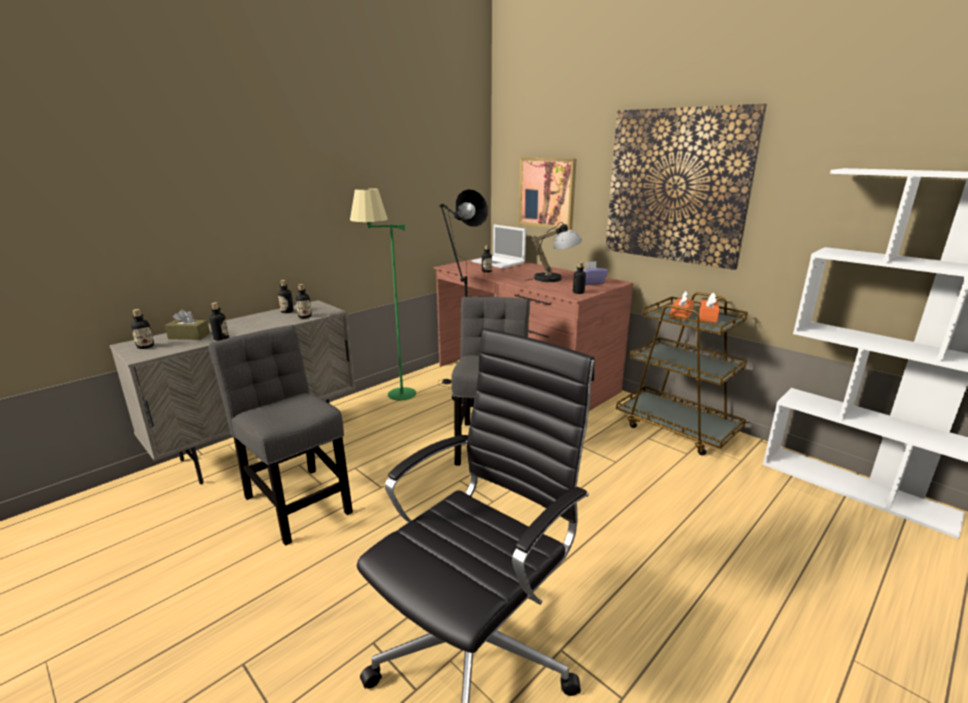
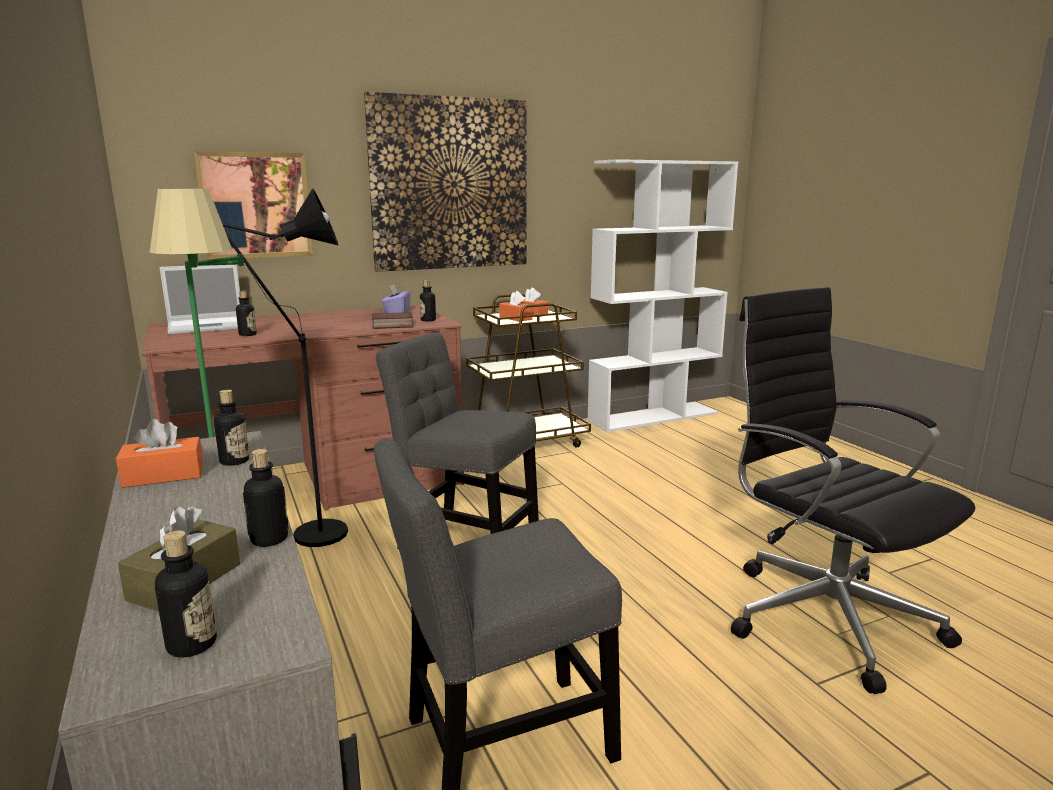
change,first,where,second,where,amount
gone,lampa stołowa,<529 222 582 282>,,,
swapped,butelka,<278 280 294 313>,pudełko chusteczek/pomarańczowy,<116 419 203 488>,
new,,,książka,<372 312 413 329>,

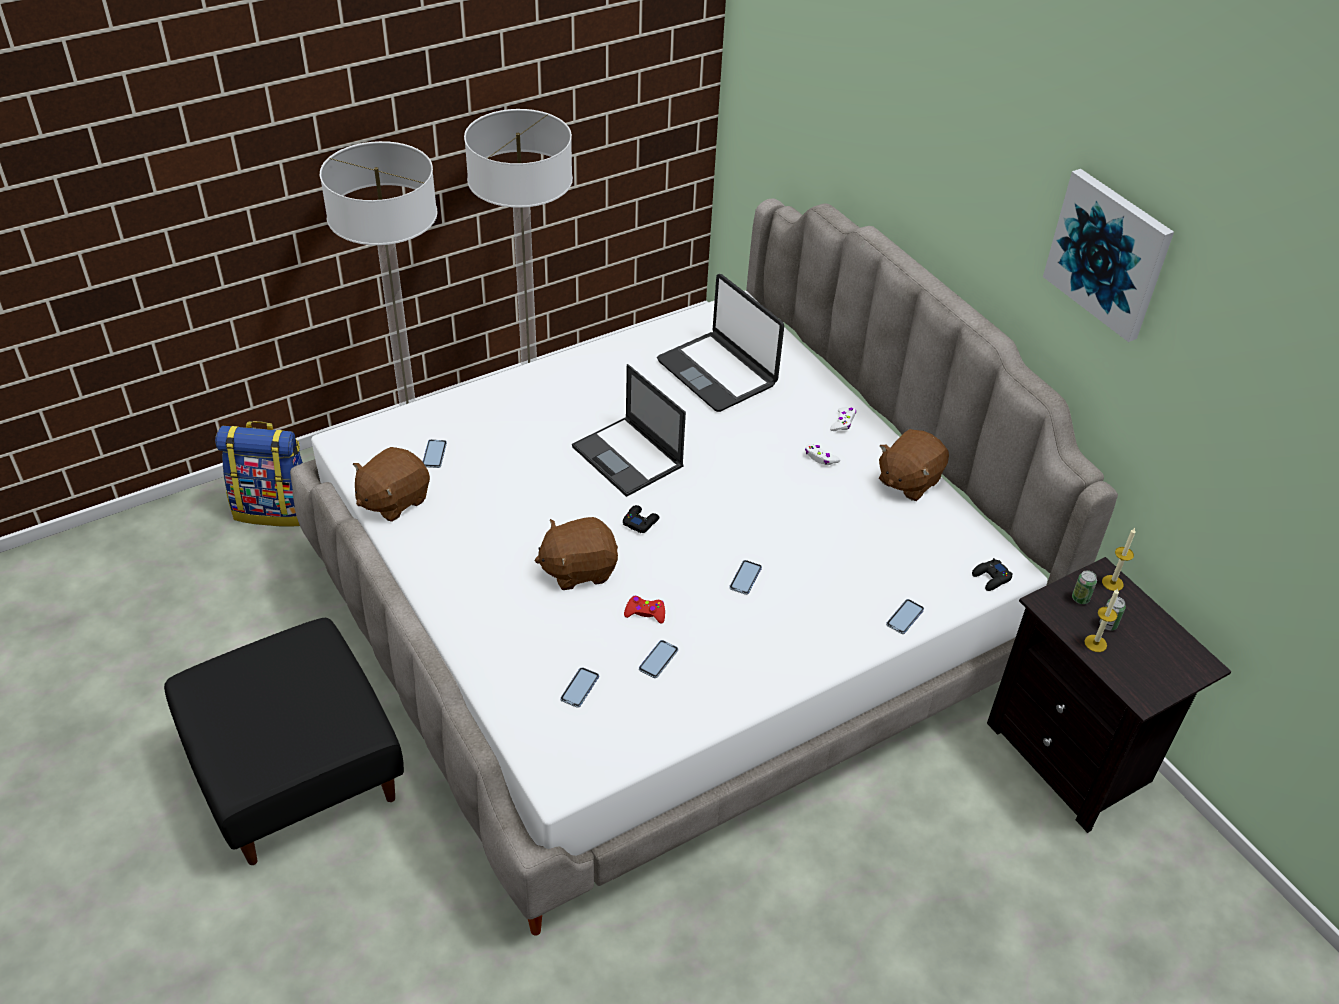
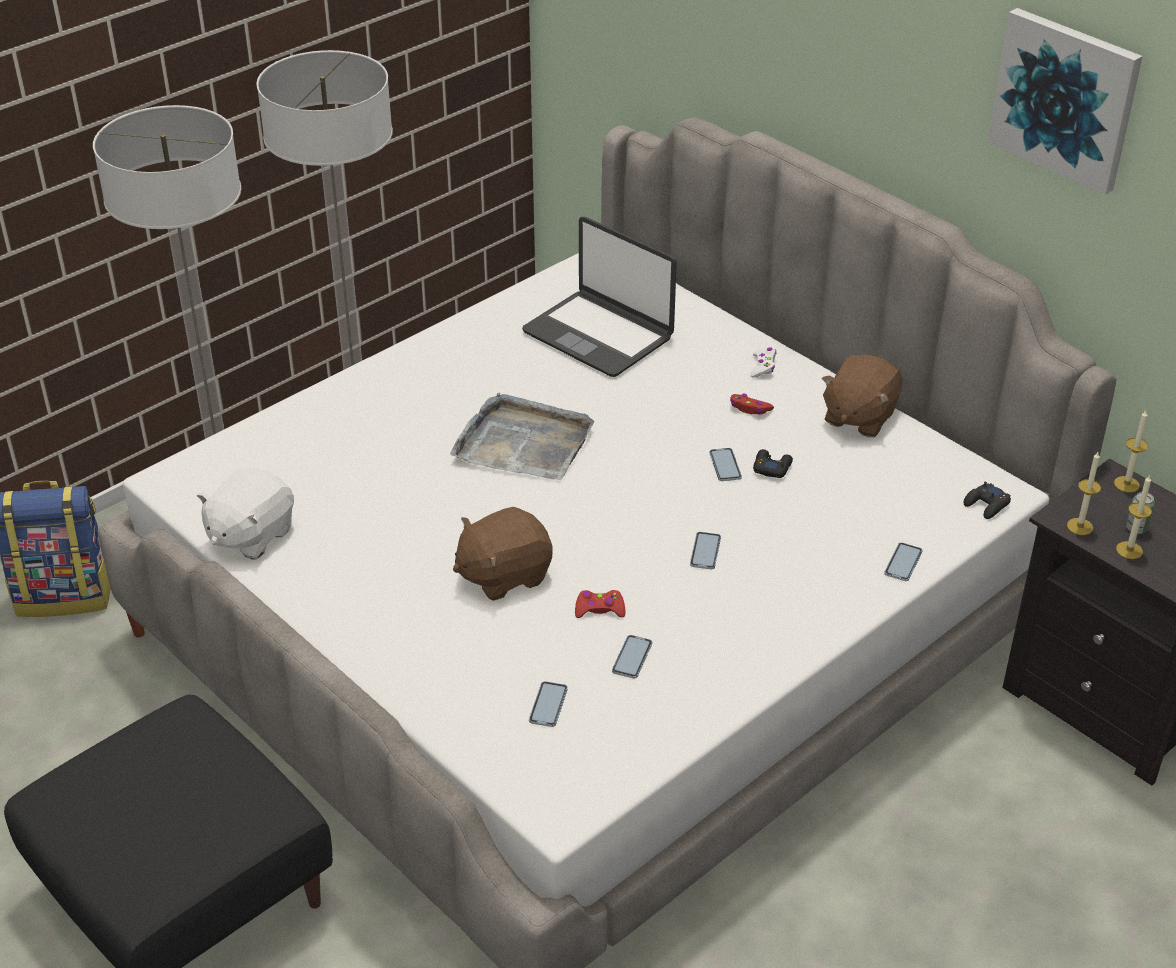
change,first,where,second,where,amount
swapped,laptop,<572 364 686 497>,taca/szary,<450 393 594 480>,
shifted,telefon,<423 439 447 468>,,<709 448 742 481>,
repainted,pad do gier/biały,<805 444 840 465>,pad do gier/czerwony,<730 393 774 415>,
repainted,pluszak/brązowy,<353 447 430 522>,pluszak/biały,<197 468 294 559>,
shifted,pad do gier/czarny,<623 505 659 533>,,<753 449 793 478>,
gone,puszka,<1072 570 1097 604>,,,
new,,,świeca,<1067 452 1101 535>,

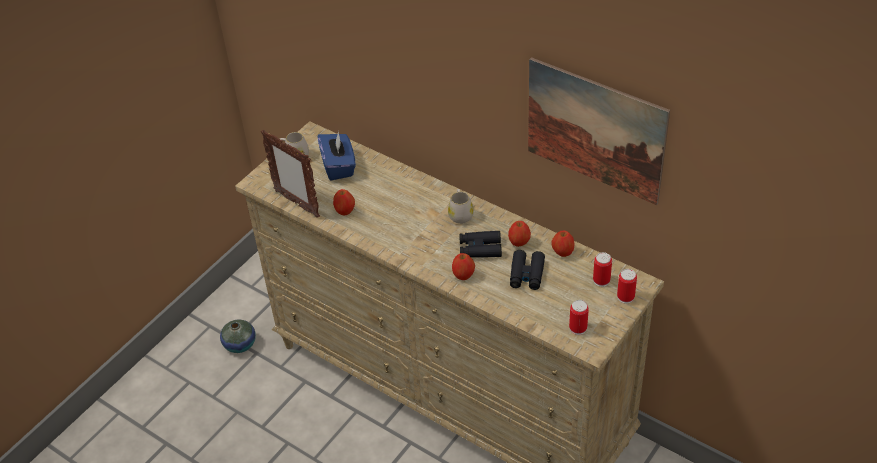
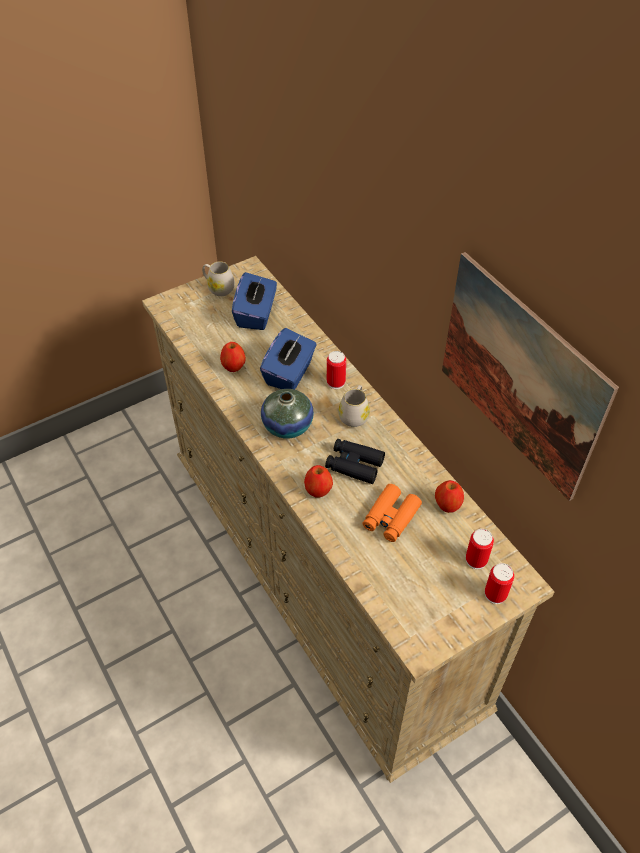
change,first,where,second,where,amount
gone,ramka na zdjęcie,<261 130 320 218>,,,
gone,jabłko,<508 221 531 247>,,,
repainted,lornetka/czarny,<510 250 545 290>,lornetka/pomarańczowy,<363 484 422 542>,
shifted,puszka,<569 300 589 335>,,<327 351 346 389>,
shifted,wazon,<220 320 256 353>,,<261 389 314 439>,
new,,,pudełko chusteczek/niebieski,<260 328 317 390>,

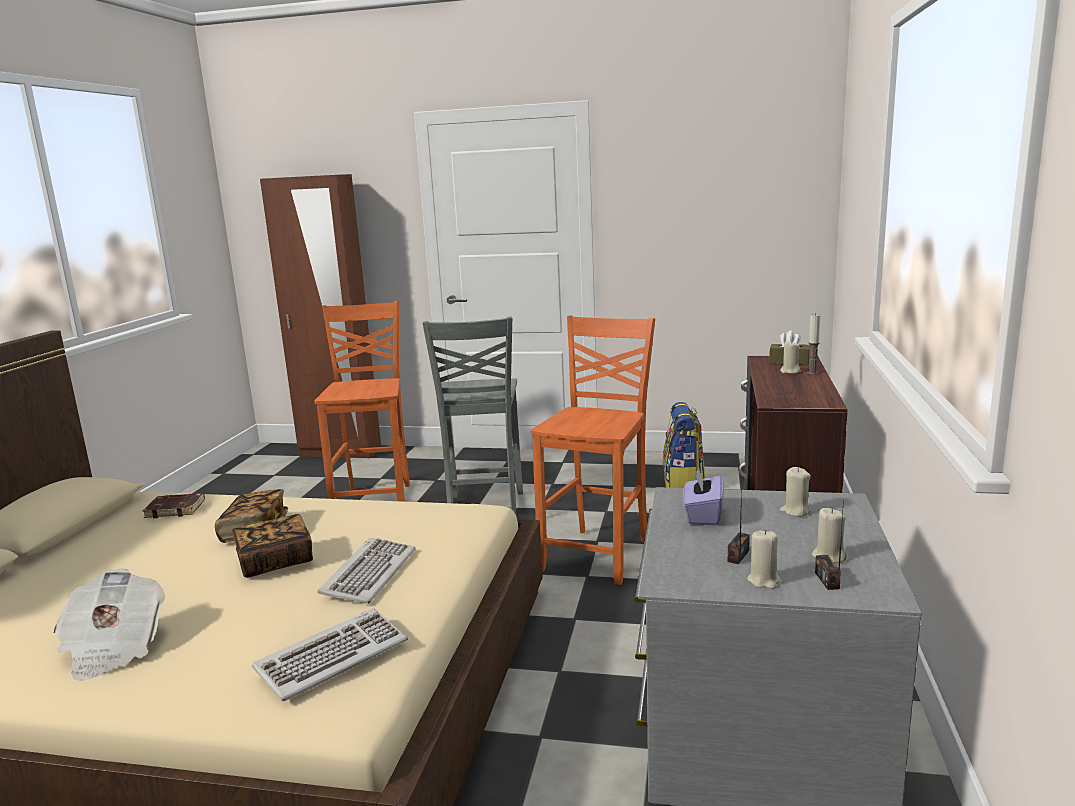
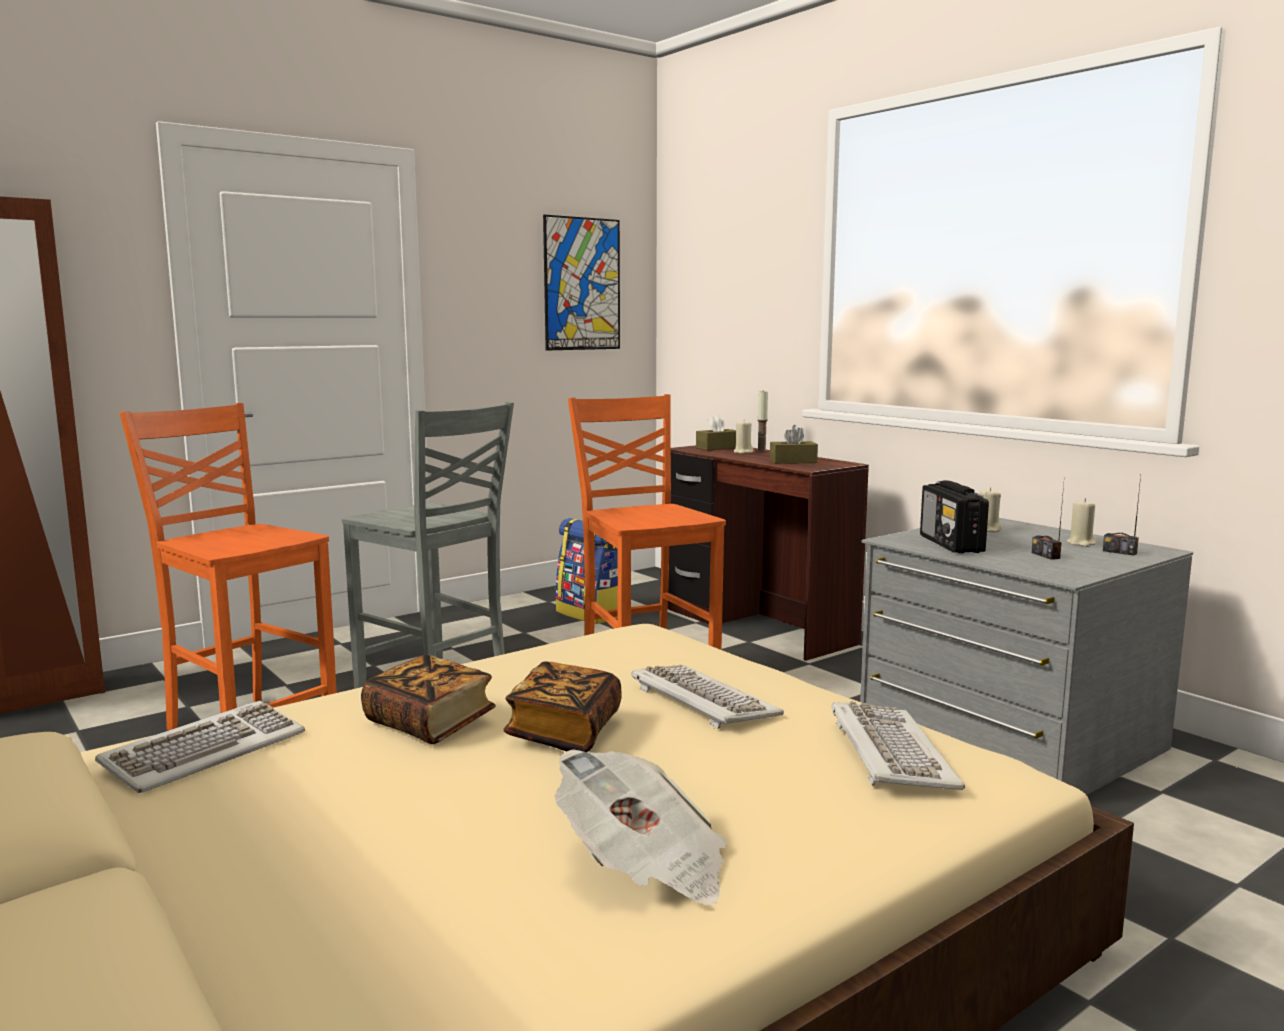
change,first,where,second,where,amount
swapped,pudełko chusteczek/fioletowy,<683 468 724 526>,radio,<920 480 989 553>,
swapped,książka/brązowy,<143 493 205 518>,klawiatura,<95 701 305 793>,
gone,świeca/beżowy,<747 530 780 589>,,,
new,,,obraz,<543 215 620 350>,
new,,,pudełko chusteczek/brązowy,<770 425 818 464>,

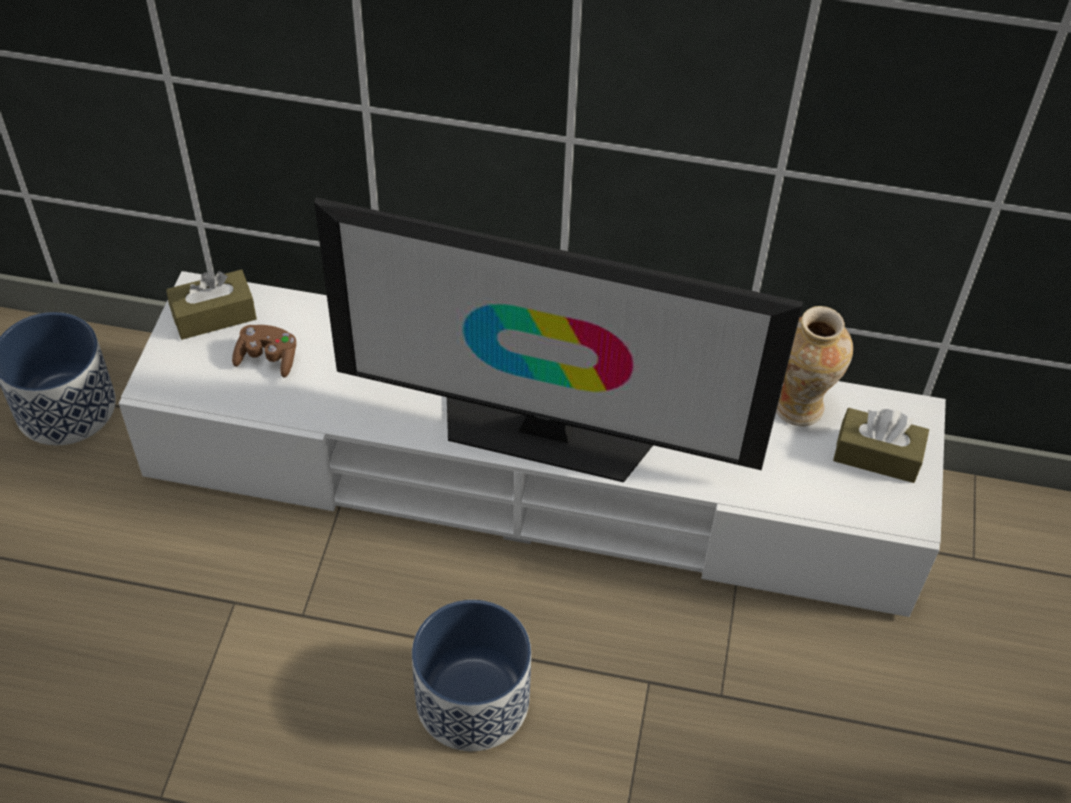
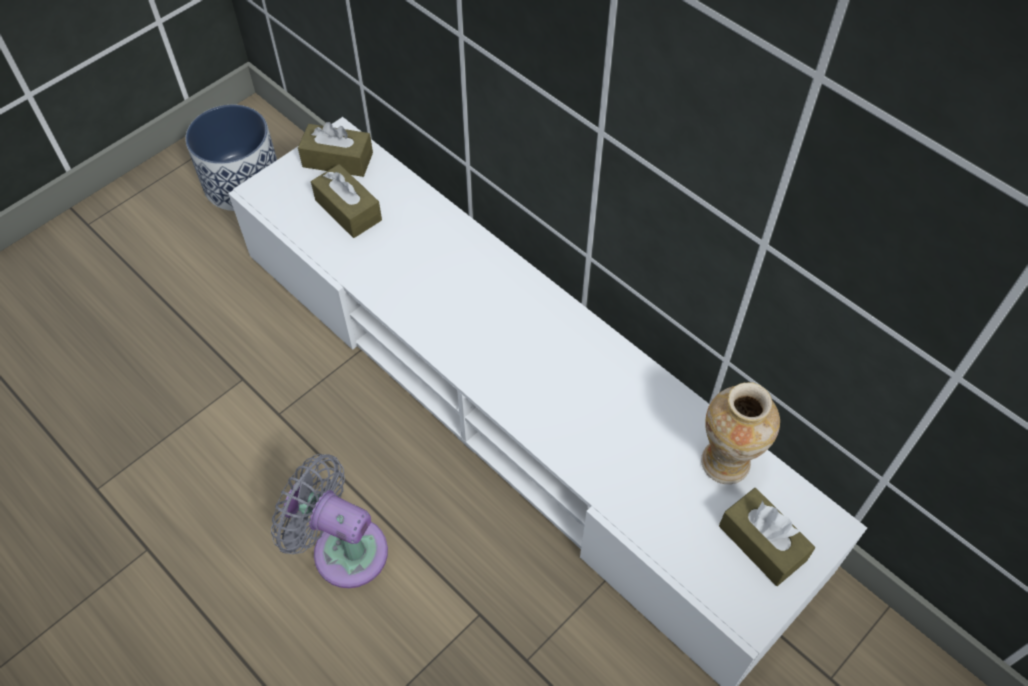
change,first,where,second,where,amount
gone,telewizor,<314 197 803 482>,,,
swapped,pad do gier/brązowy,<232 325 296 377>,pudełko chusteczek/brązowy,<311 164 382 238>,
swapped,donica,<412 600 531 751>,wentylator/szary,<271 454 388 588>,

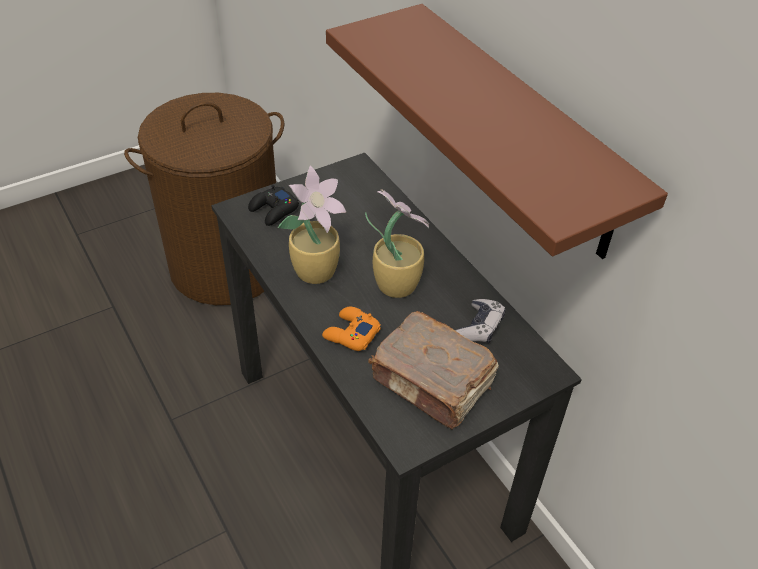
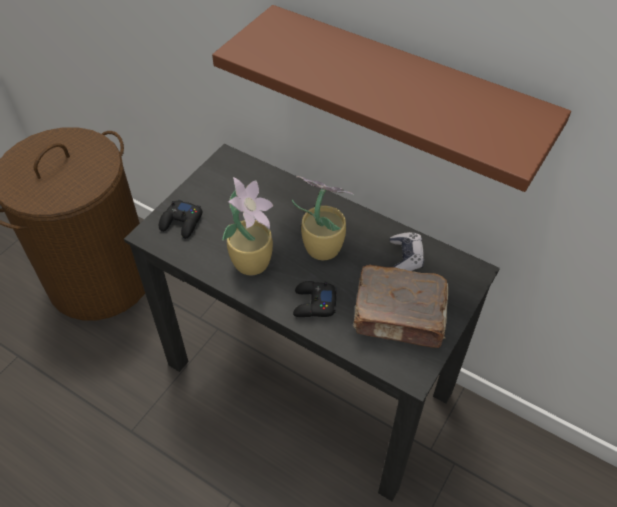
change,first,where,second,where,amount
repainted,pad do gier/pomarańczowy,<322 307 381 351>,pad do gier/czarny,<293 281 337 317>,

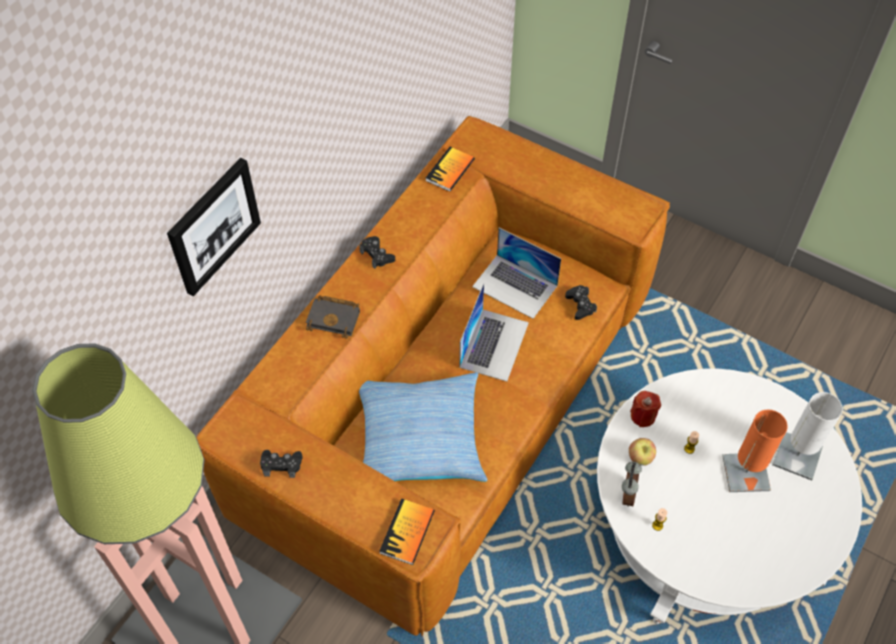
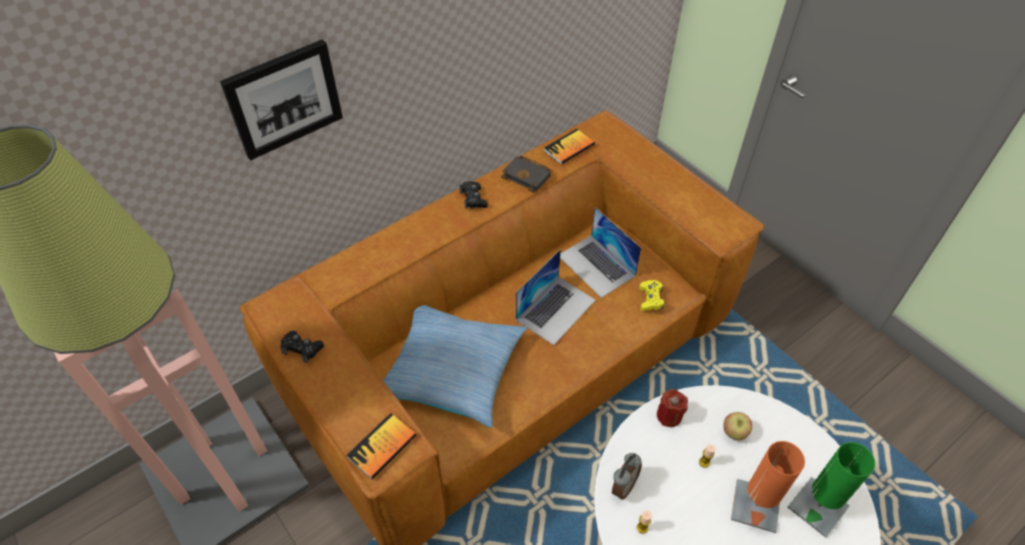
change,first,where,second,where,amount
repainted,pad do gier/czarny,<565 285 597 320>,pad do gier/żółty,<639 280 664 311>,
shifted,książka/czarny,<306 296 360 339>,,<501 156 552 192>,
repainted,lampa stołowa/biały,<772 392 843 480>,lampa stołowa/zielony,<788 442 875 538>,
shifted,jabłko,<629 438 656 466>,,<723 412 752 440>,

